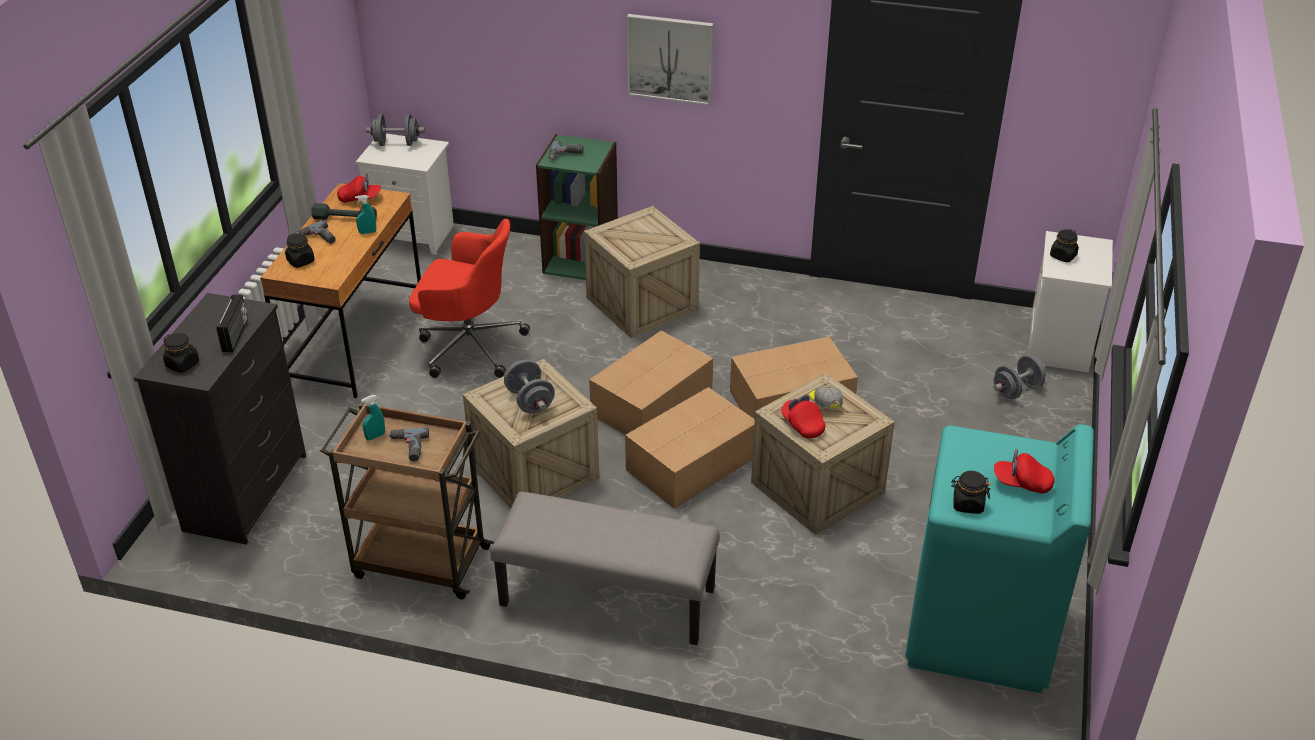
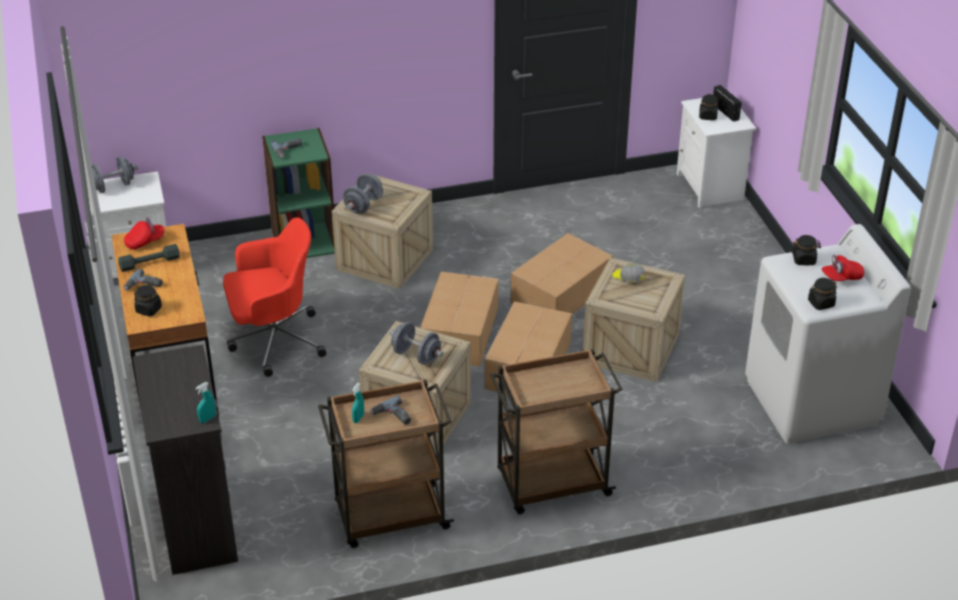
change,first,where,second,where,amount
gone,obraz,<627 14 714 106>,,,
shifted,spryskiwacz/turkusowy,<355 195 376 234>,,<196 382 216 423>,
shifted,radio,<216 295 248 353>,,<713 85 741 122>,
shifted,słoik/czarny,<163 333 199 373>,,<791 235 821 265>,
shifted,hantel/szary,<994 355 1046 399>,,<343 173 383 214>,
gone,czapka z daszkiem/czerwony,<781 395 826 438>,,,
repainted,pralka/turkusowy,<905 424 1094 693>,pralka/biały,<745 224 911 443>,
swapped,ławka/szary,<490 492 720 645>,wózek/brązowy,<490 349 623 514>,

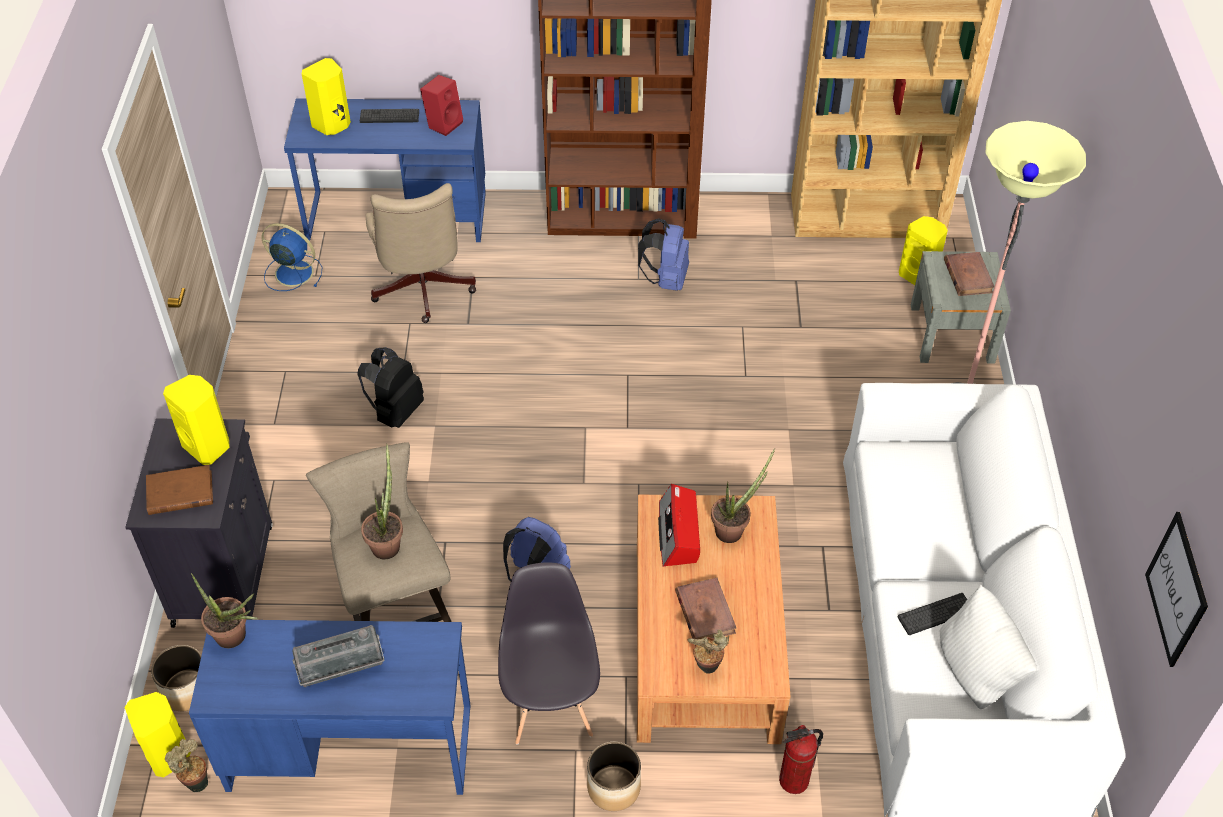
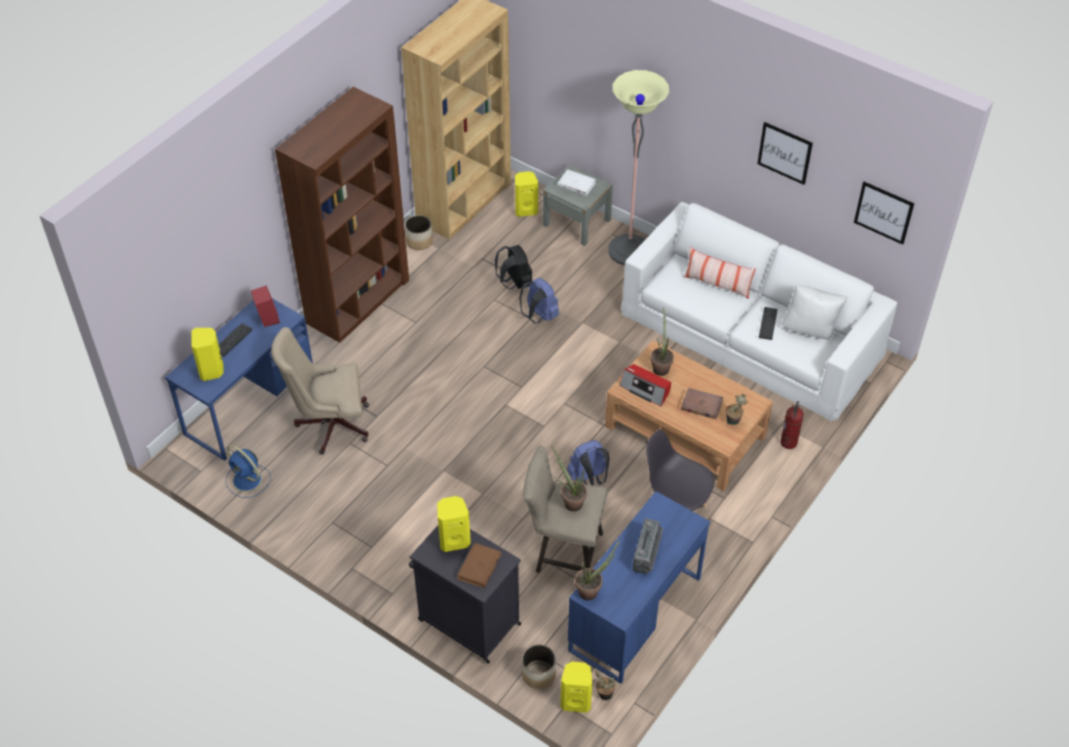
change,first,where,second,where,amount
rotated,krzesło biurowe/beżowy,<366 183 476 323>,,<271 327 369 455>,150 degrees clockwise
shifted,plecak/niebieski,<638 218 689 291>,,<519 278 559 323>,
rotated,wentylator/niebieski,<262 223 323 291>,,<226 445 271 498>,105 degrees counterclockwise
repainted,książka/brązowy,<944 252 995 296>,książka/biały,<557 169 596 196>,
shifted,plecak/czarny,<357 347 424 428>,,<495 245 532 289>,
shifted,donica,<587 742 641 811>,,<405 215 433 250>,
new,,,obraz,<757 122 813 185>,
new,,,poduszka,<683 247 756 299>,

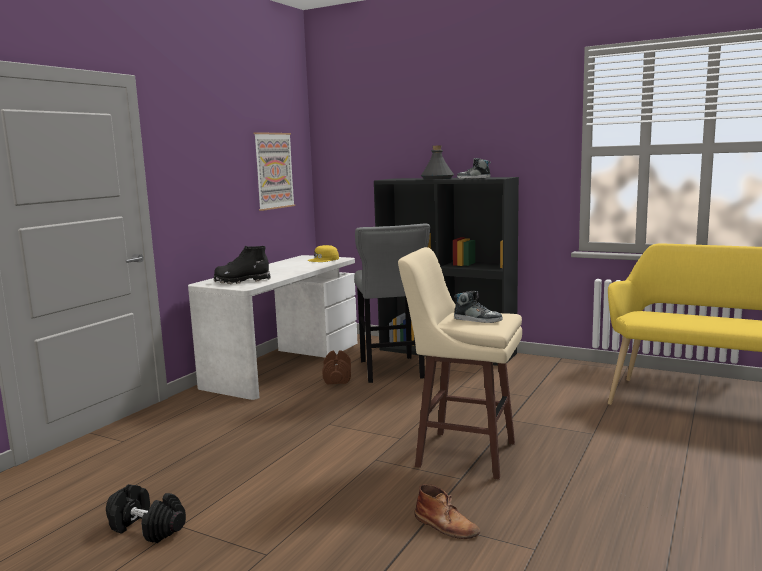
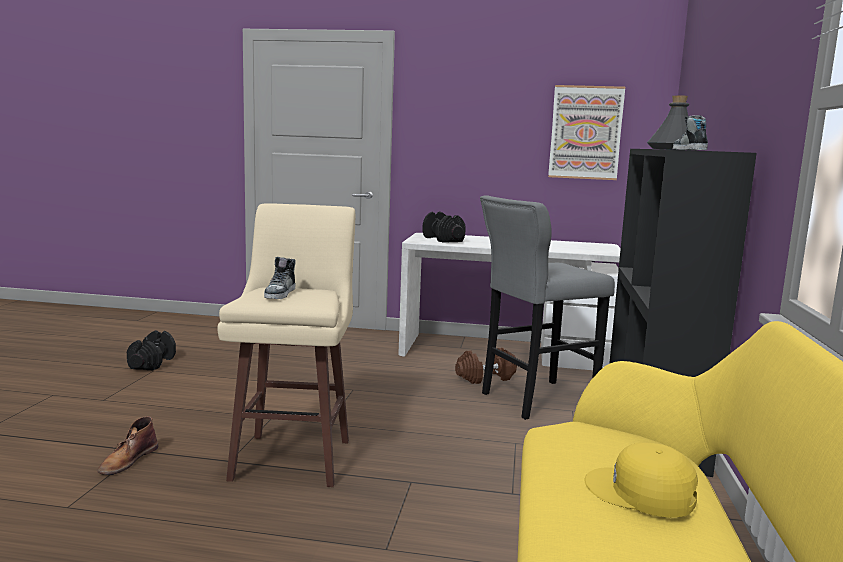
change,first,where,second,where,amount
shifted,czapka z daszkiem/żółty,<308 245 339 262>,,<584 442 698 518>,
swapped,but z cholewką/czarny,<214 246 271 284>,hantel/czarny,<422 212 466 243>,

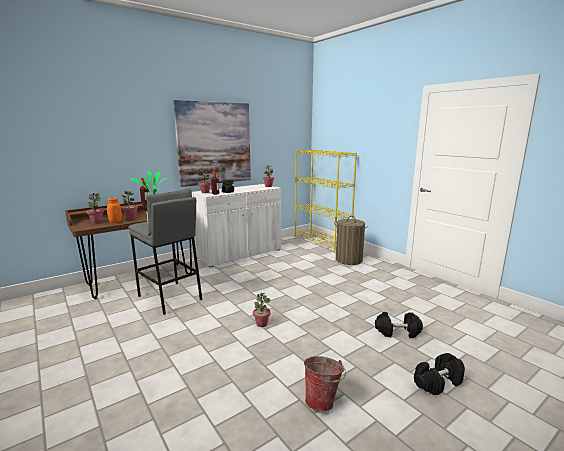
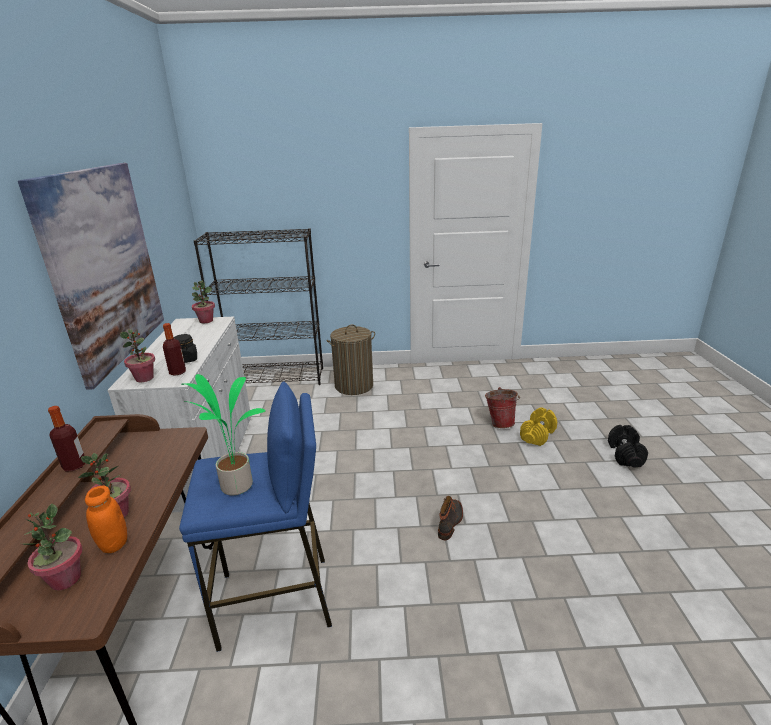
change,first,where,second,where,amount
repainted,regał/żółty,<295 150 357 253>,regał/czarny,<194 228 323 385>,
repainted,stołek/szary,<128 188 203 315>,stołek/niebieski,<179 381 332 652>,
swapped,roślina doniczkowa,<253 293 271 327>,but z cholewką,<438 496 463 540>,
repainted,hantel/czarny,<375 312 423 338>,hantel/żółty,<520 407 557 446>,
shifted,wiadro,<304 356 346 411>,,<485 387 520 428>,

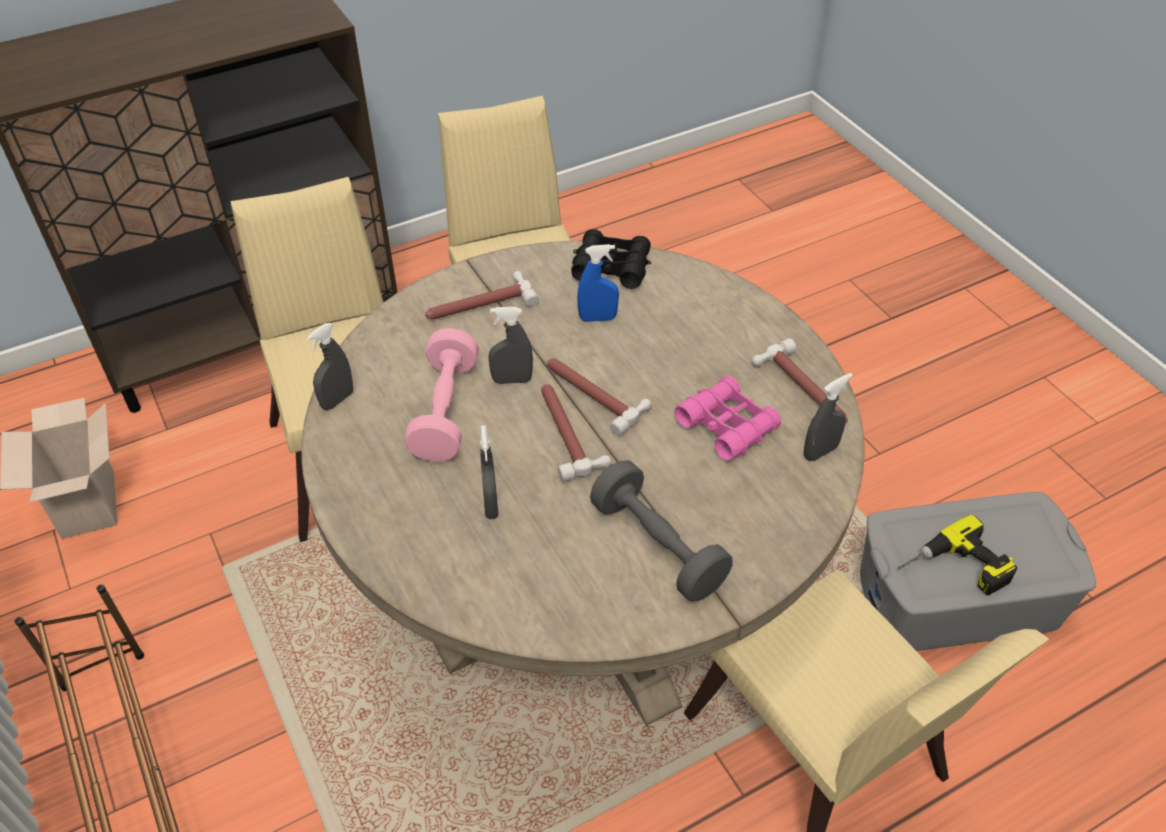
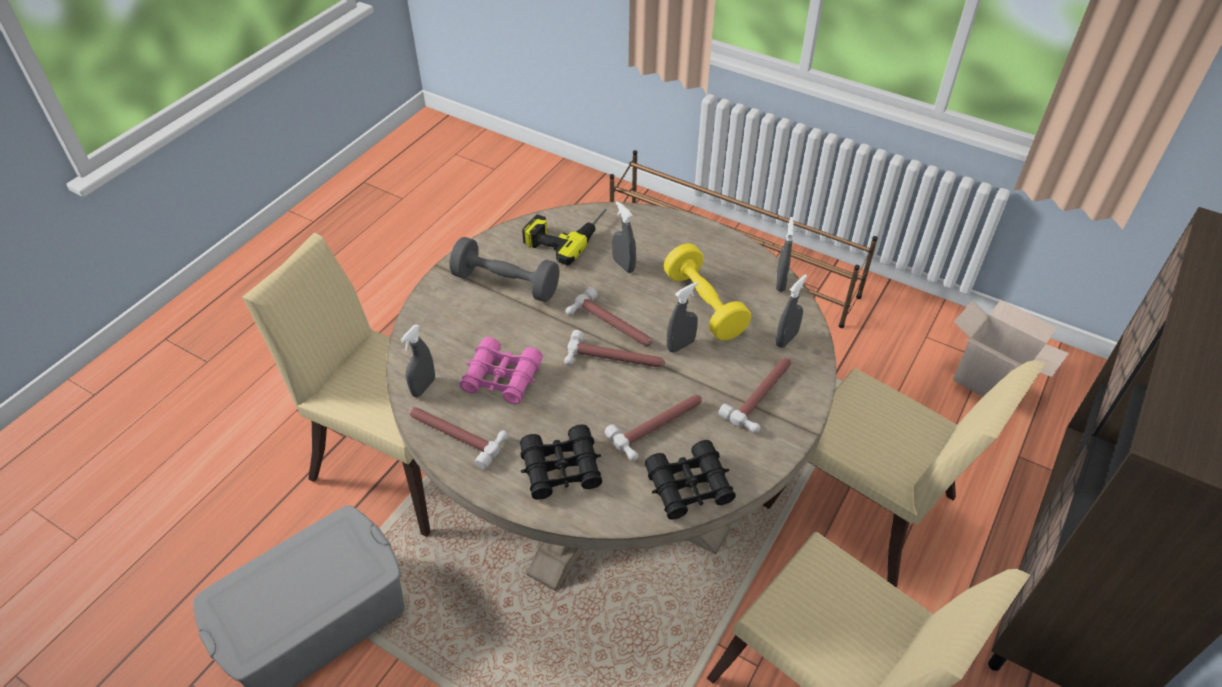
change,first,where,second,where,amount
swapped,spryskiwacz/niebieski,<577 244 619 322>,młotek,<604 395 702 462>,
repainted,hantel/różowy,<405 328 479 462>,hantel/żółty,<664 243 751 341>,
shifted,wiertarka,<898 515 1018 595>,,<522 209 607 266>,
new,,,spryskiwacz/szary,<776 274 807 348>,
new,,,lornetka/czarny,<520 424 602 500>,

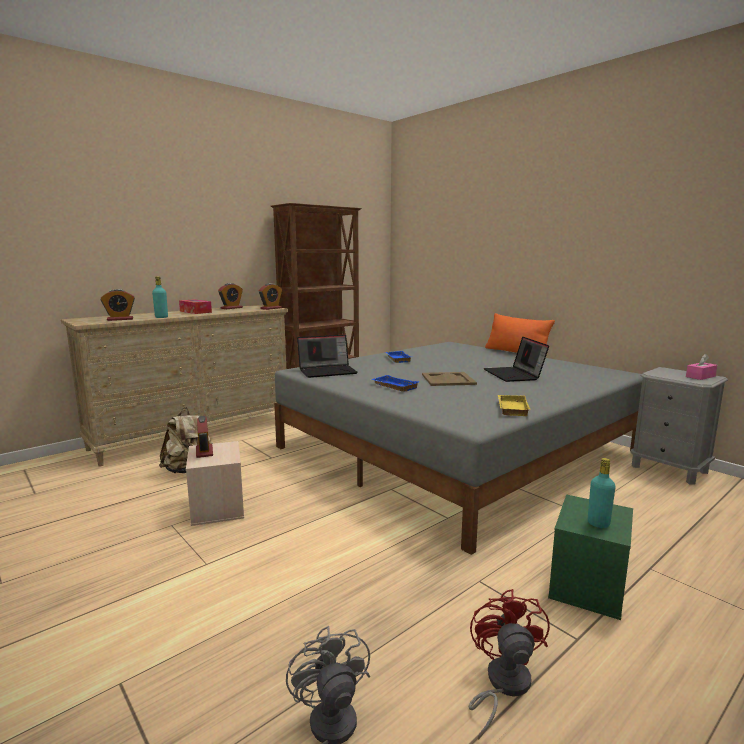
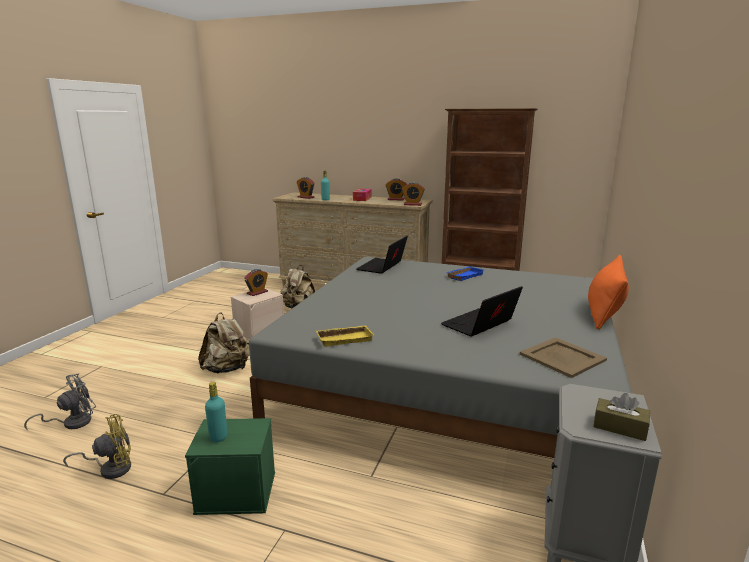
change,first,where,second,where,amount
rotated,laptop,<297 335 358 378>,,<356 236 408 274>,75 degrees clockwise
repainted,pudełko chusteczek/różowy,<686 354 717 380>,pudełko chusteczek/brązowy,<593 393 650 441>,
shifted,taca/beżowy,<422 372 477 386>,,<519 337 607 378>,
gone,taca/niebieski,<371 375 420 392>,,,
repainted,wentylator/czerwony,<468 589 550 740>,wentylator/żółty,<63 414 131 479>,
new,,,plecak/beżowy,<198 312 250 373>,

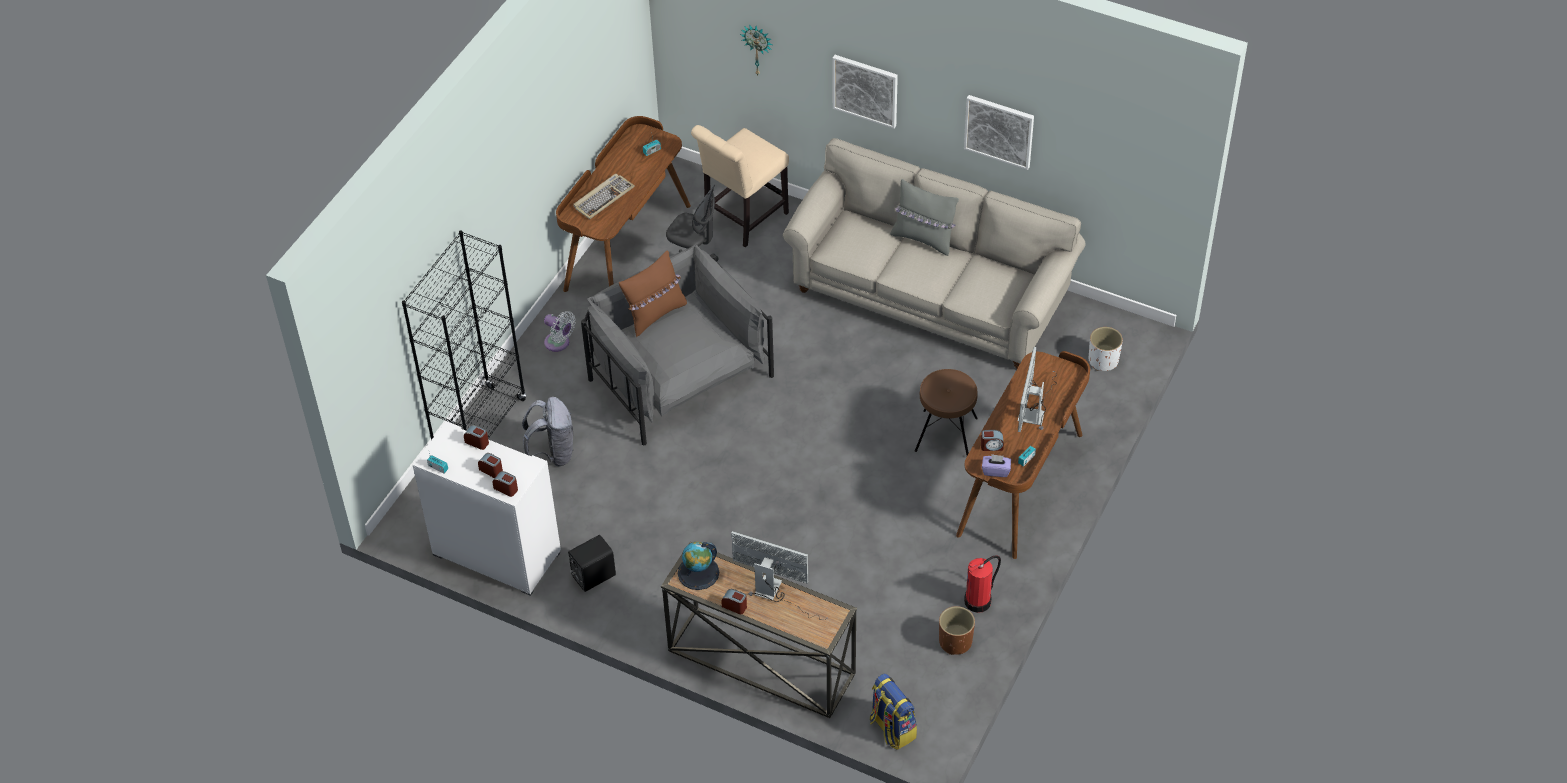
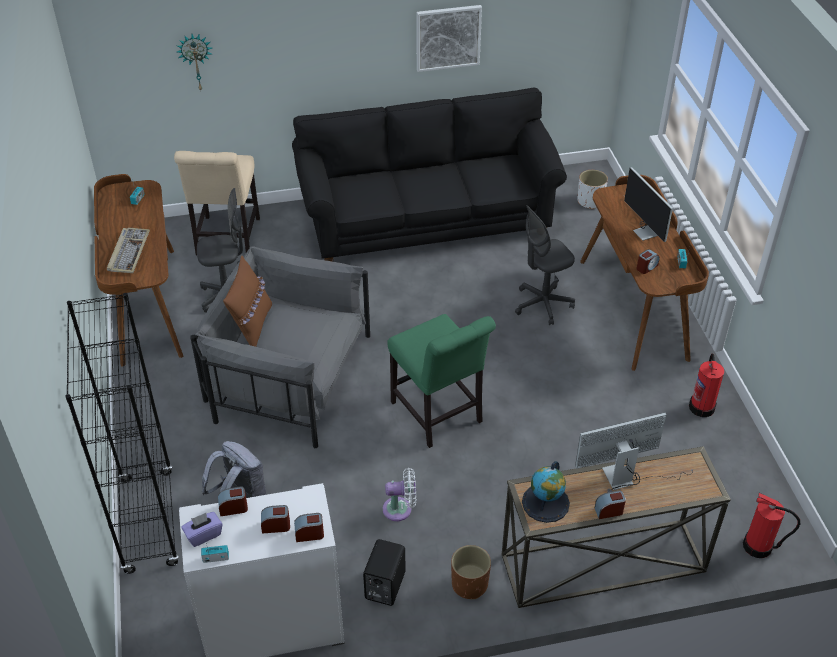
change,first,where,second,where,amount
gone,obraz,<832 55 898 129>,,,
repainted,kanapa/beżowy,<783 138 1086 368>,kanapa/czarny,<292 88 567 262>,
gone,poduszka/szary,<890 179 959 256>,,,
shifted,wentylator/biały,<544 311 576 352>,,<383 468 416 521>,
swapped,stołek/brązowy,<915 369 978 455>,krzesło biurowe/szary,<515 205 575 325>,
shifted,pudełko chusteczek/fioletowy,<982 454 1011 477>,,<181 512 222 547>,
shifted,donica/brązowy,<939 606 975 655>,,<451 545 491 599>,
swapped,plecak,<869 673 917 750>,gaśnica,<743 493 800 558>,
new,,,krzesło/zielony,<387 314 496 448>,

